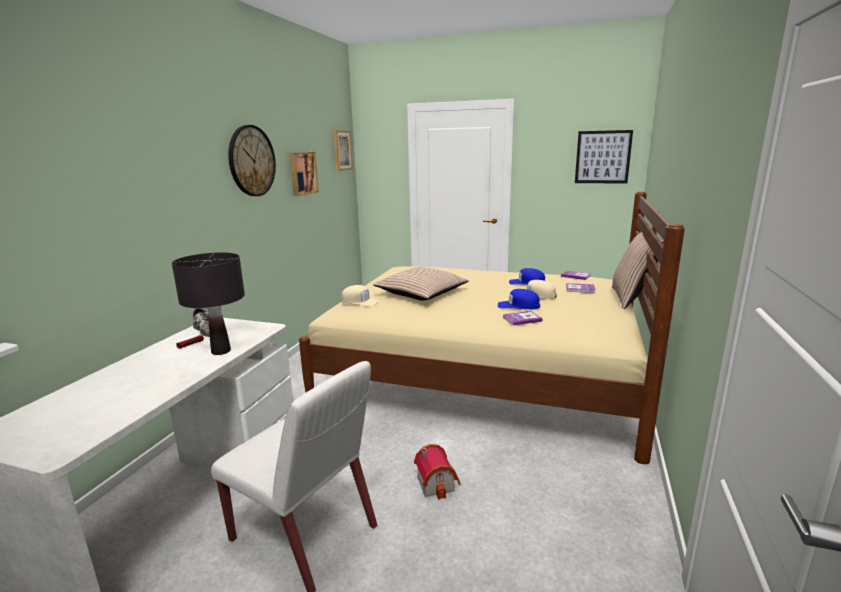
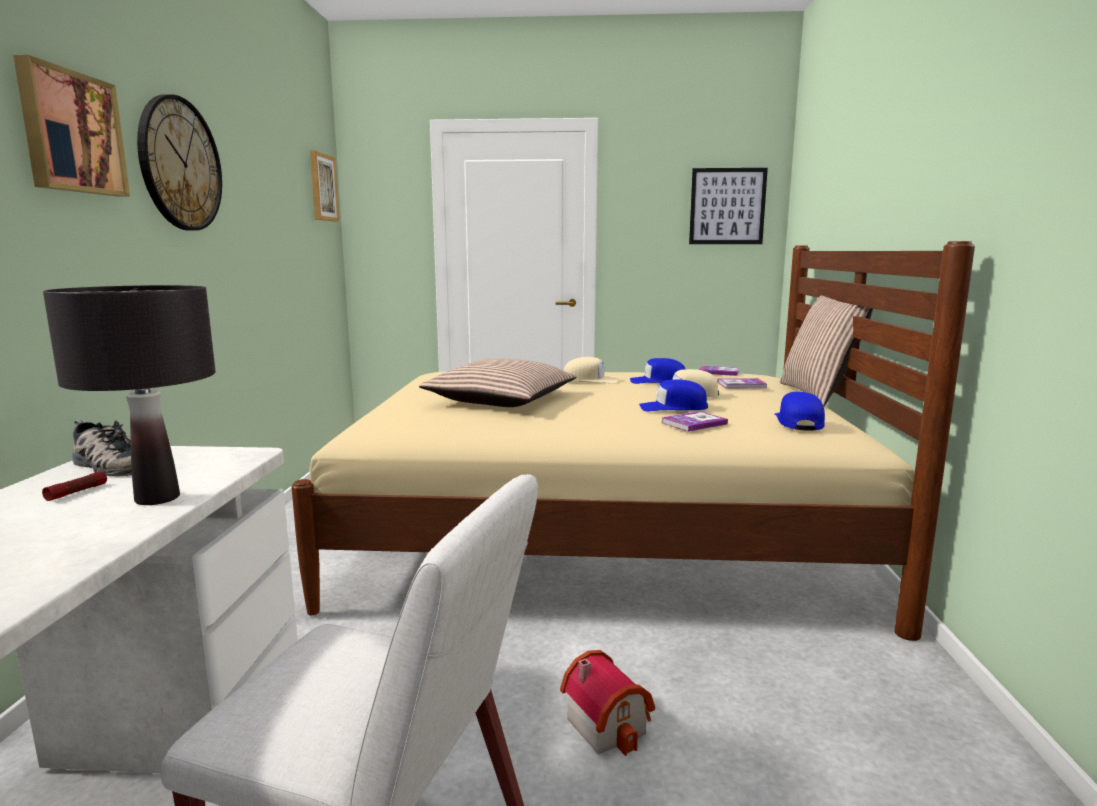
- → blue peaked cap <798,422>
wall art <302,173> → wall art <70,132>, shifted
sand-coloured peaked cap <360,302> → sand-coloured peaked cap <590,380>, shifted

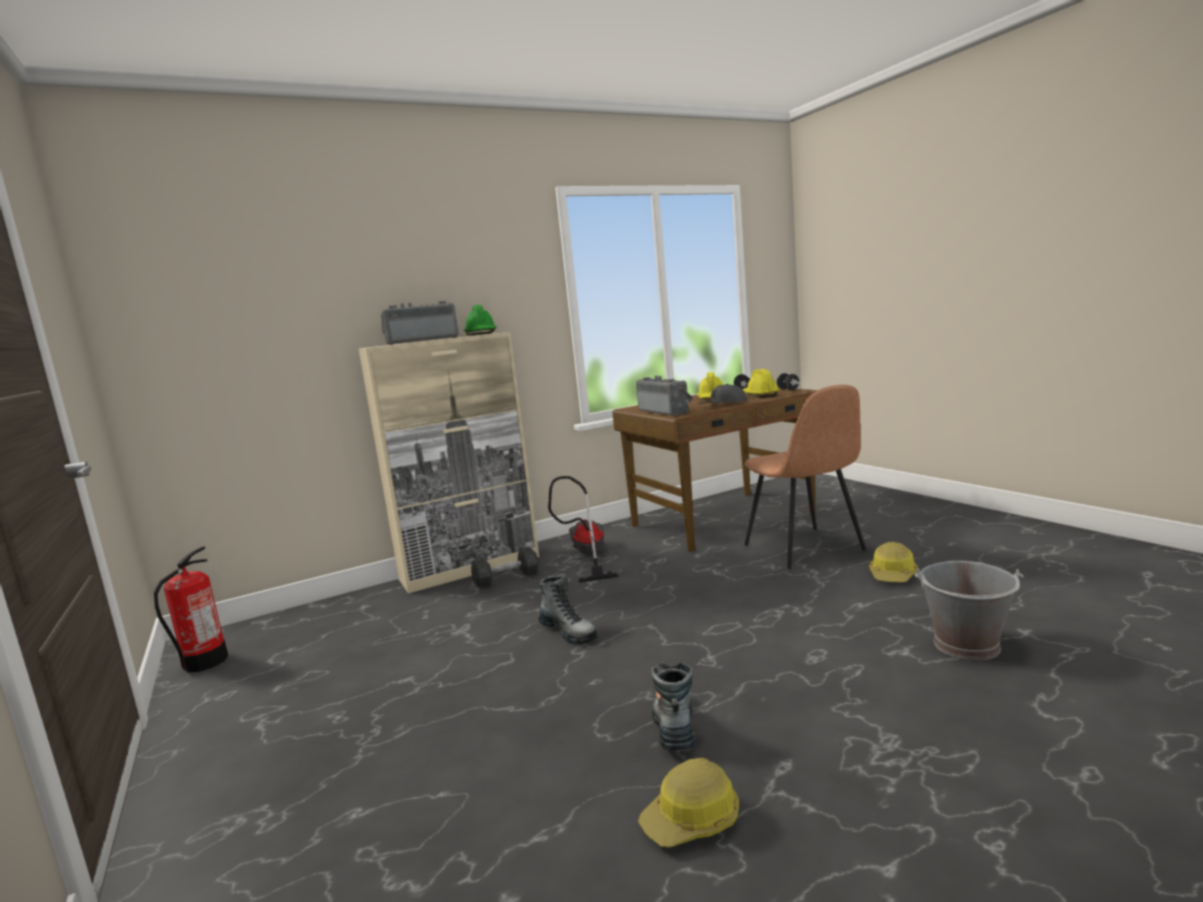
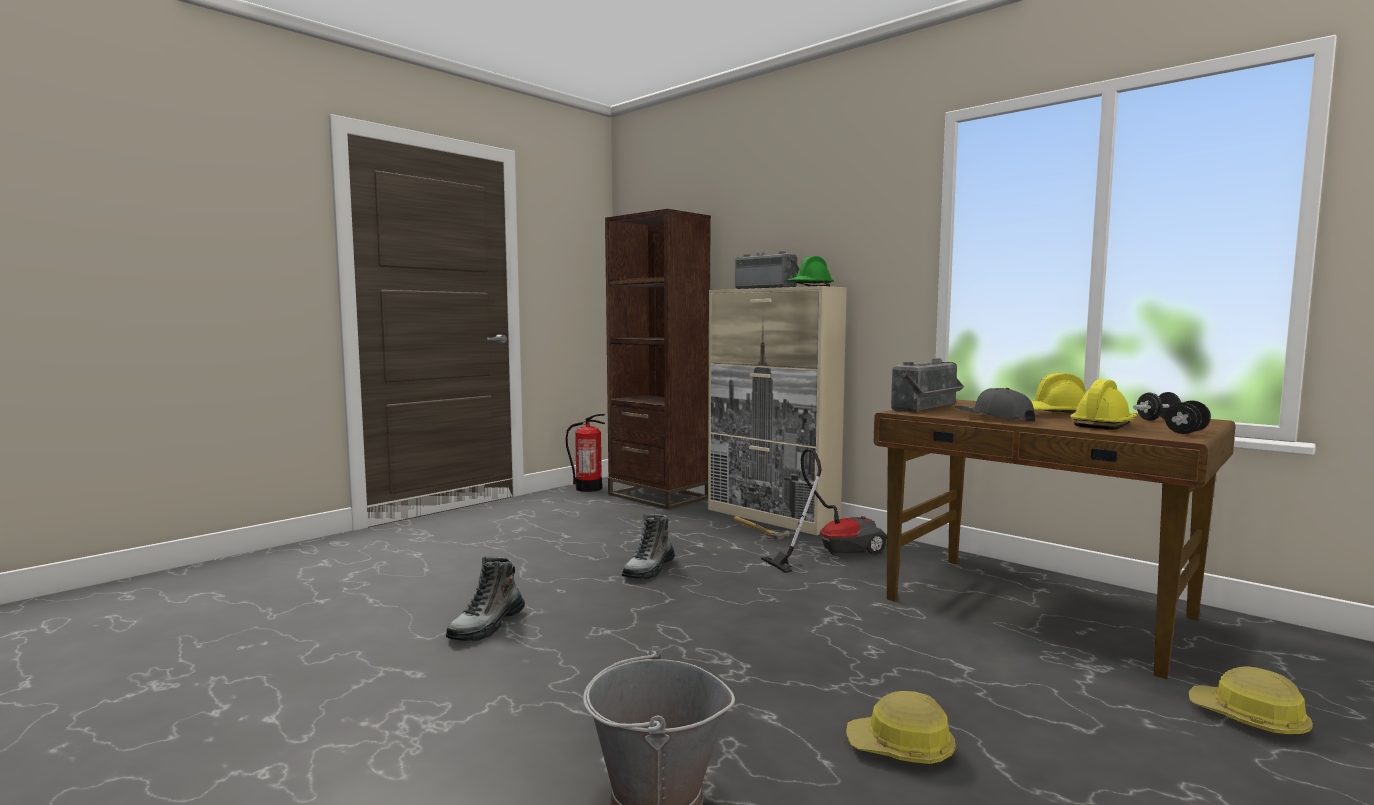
brownish chair <805,548> → -
- → brownish bookcase <658,496>
work helmet <692,820> → work helmet <1248,719>, shifted
greyish dumbbell <506,578> → hammer <755,532>
tall boot <674,725> → tall boot <487,626>, 135 degrees clockwise

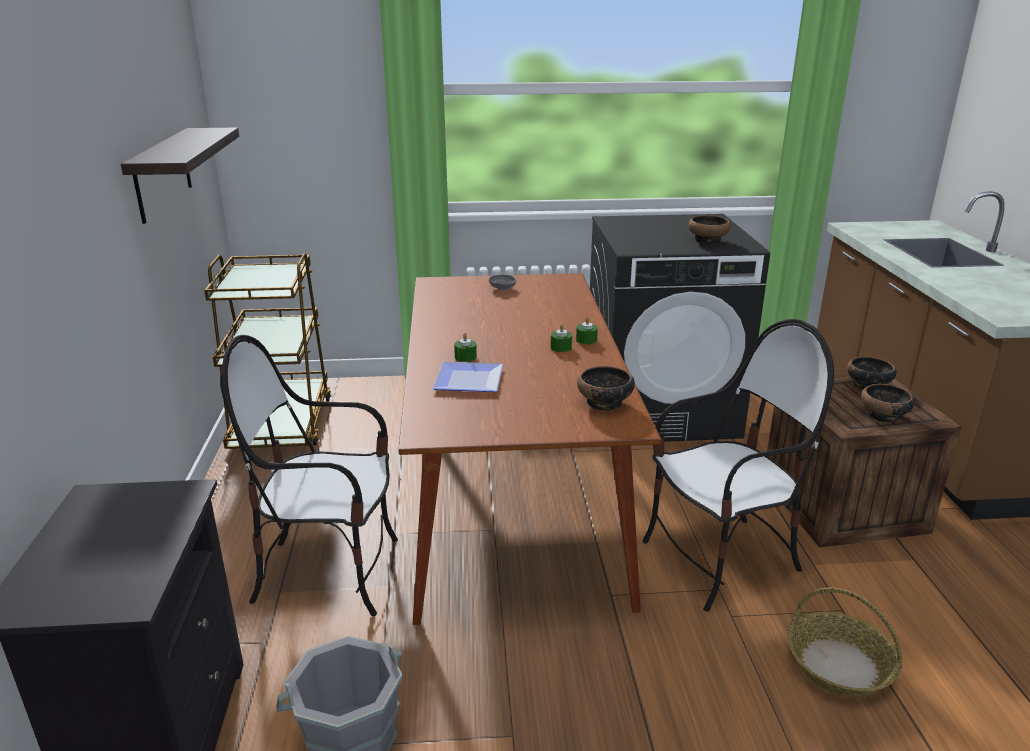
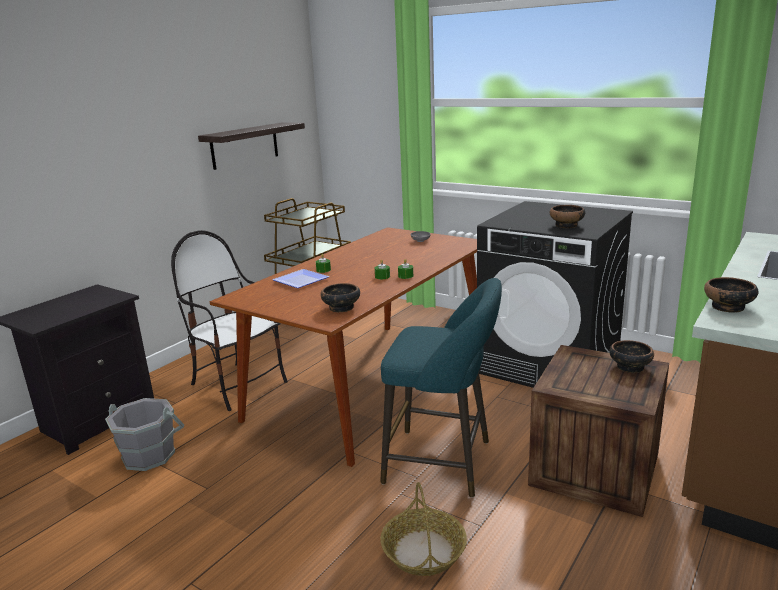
deep dish <884,415> → deep dish <728,307>, shifted
chair <721,560> → turquoise stool <444,463>

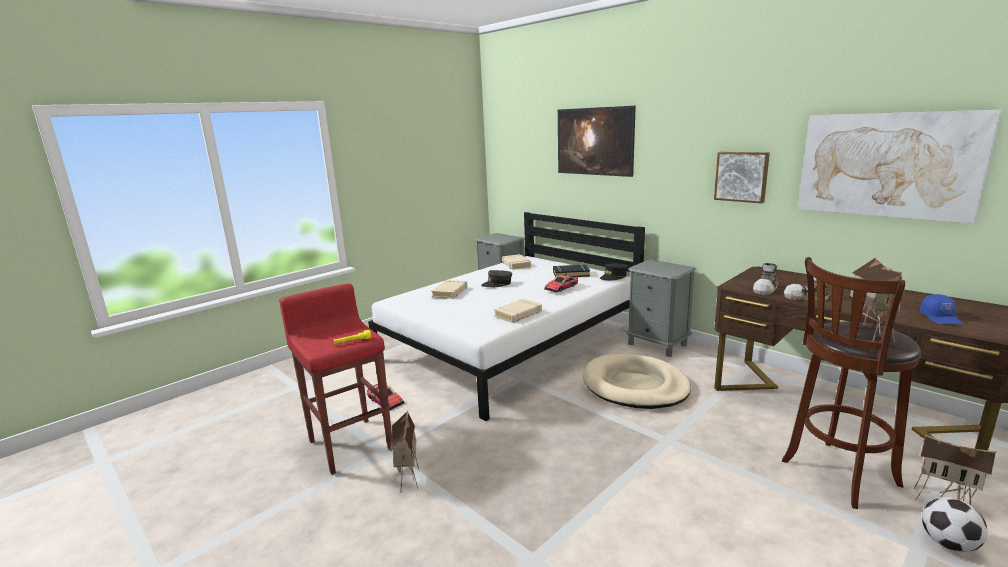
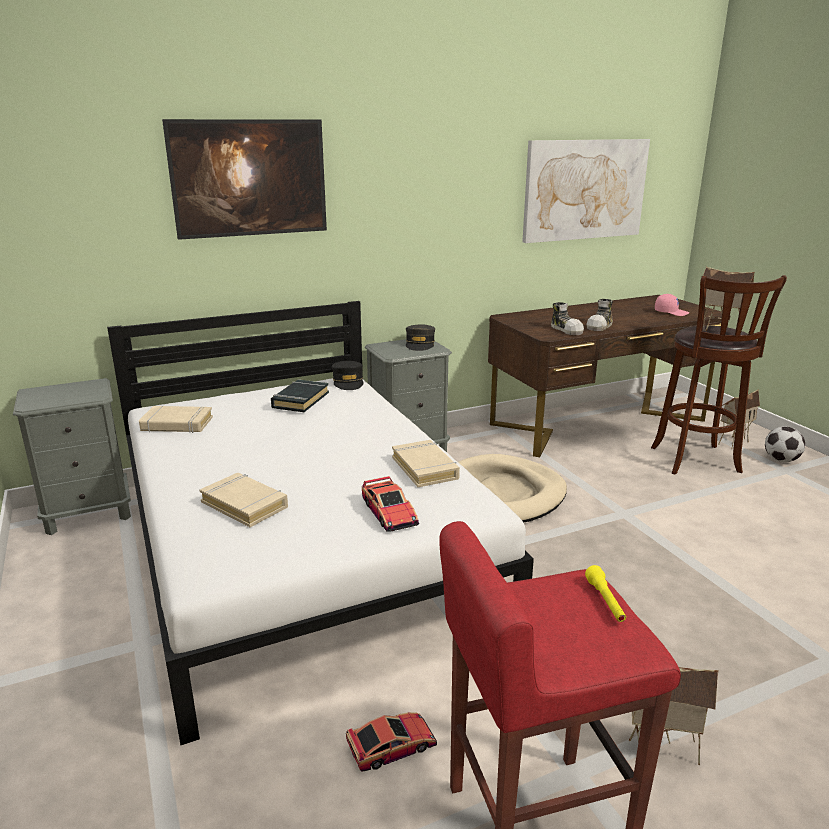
wall art <741,176> → -
greyish peaked cap <497,284> → greyish peaked cap <420,344>, shifted
model car <561,287> → model car <389,512>, shifted
blue peaked cap <941,318> → pinkish peaked cap <671,312>

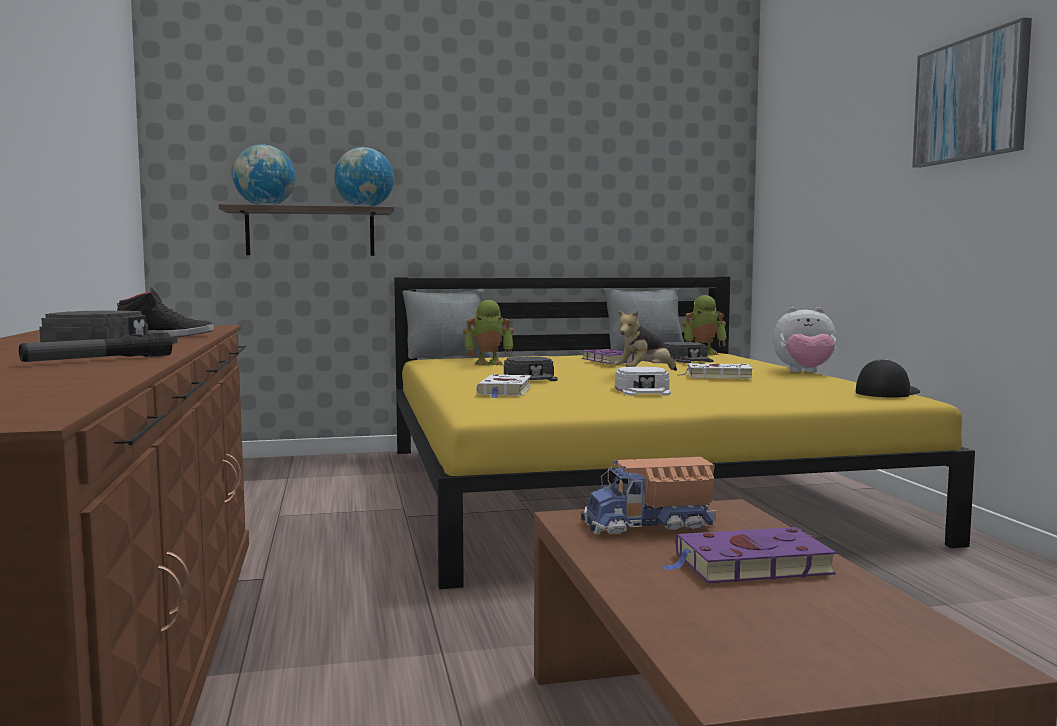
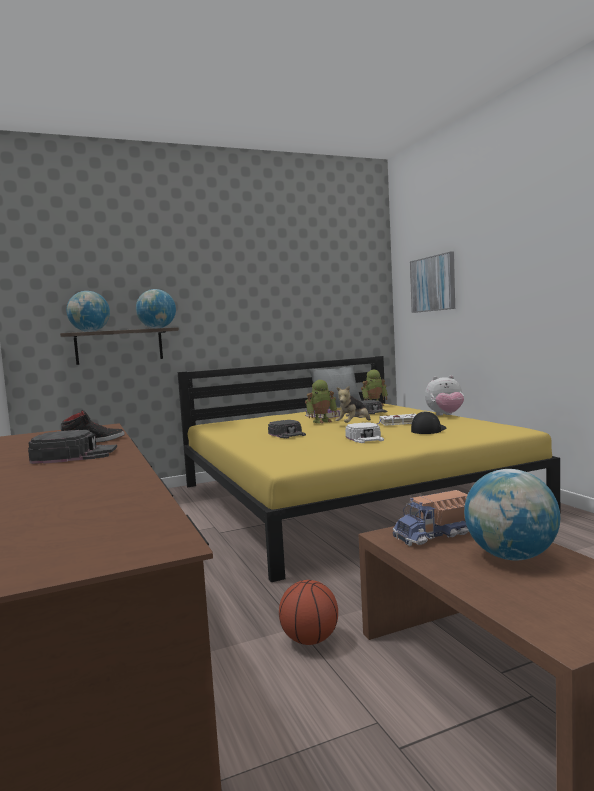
torch <99,360> → -
greyish throw pillow <448,357> → -
whitish book <505,391> → -
- → ball for basketball <310,640>
model robot <489,363> → model robot <322,421>, shifted
peaked cap <886,392> → peaked cap <428,430>, shifted
wall art <970,99> → wall art <433,283>, shifted
purplish book <748,565> → desk globe <511,556>

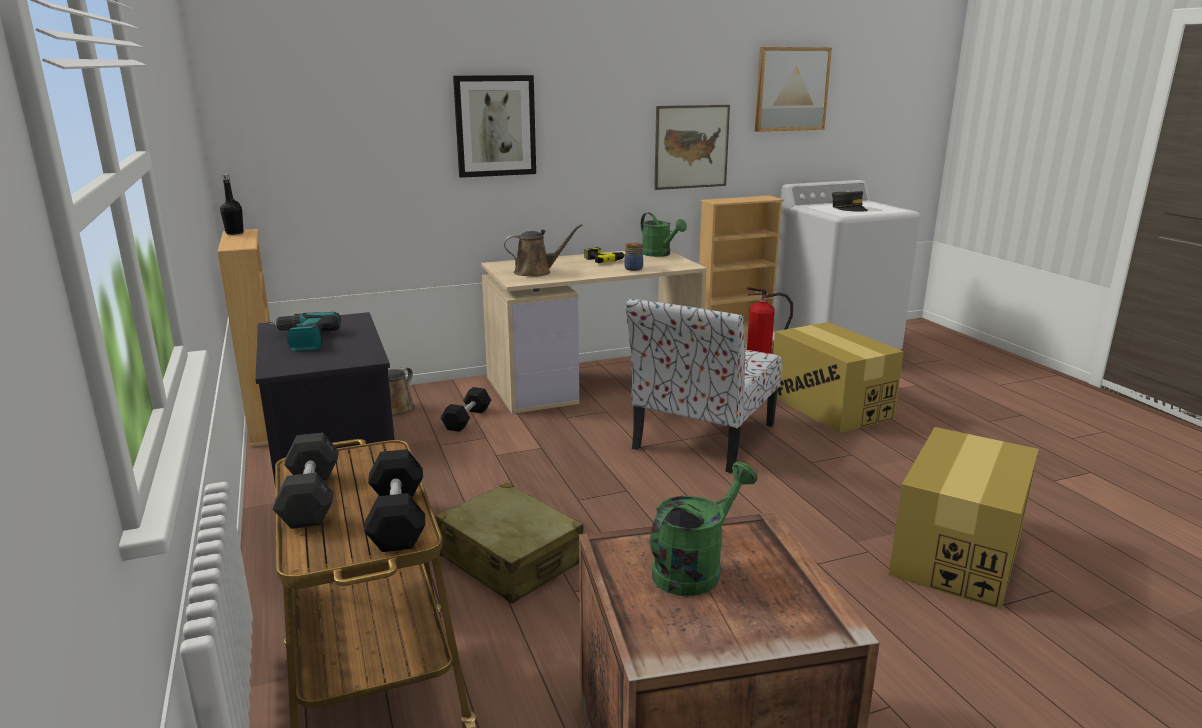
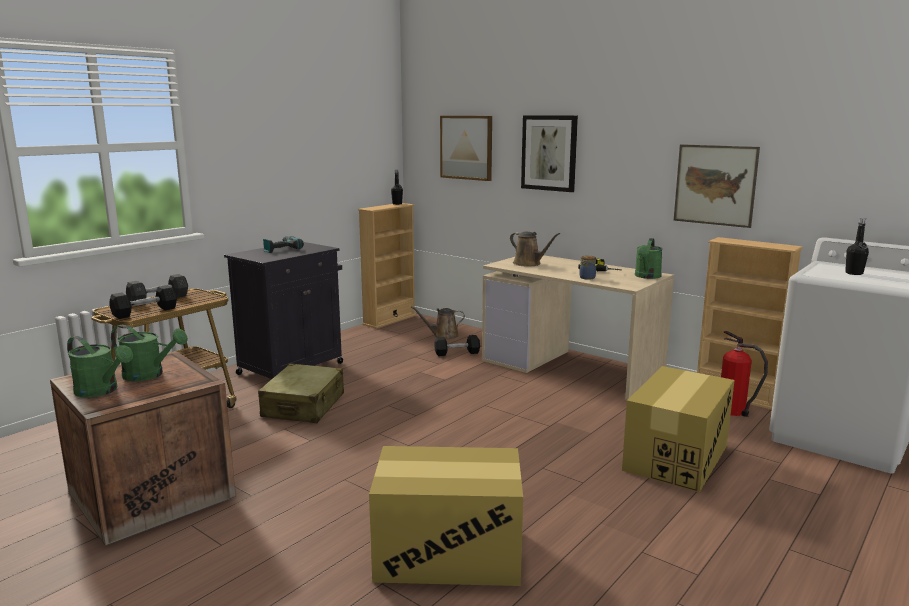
chair <702,438> → -
- → green sprinkling can <101,391>
wall art <791,89> → wall art <466,147>, shifted
greyish peaked cap <849,208> → black-coloured bottle <854,273>

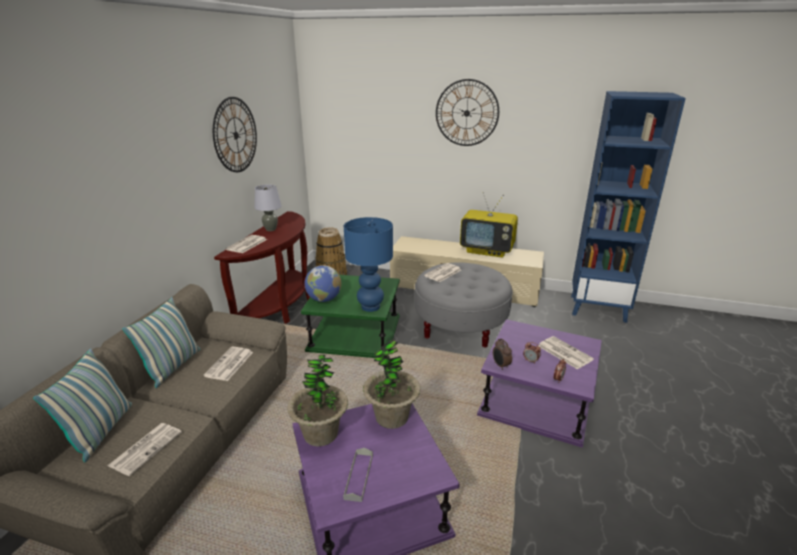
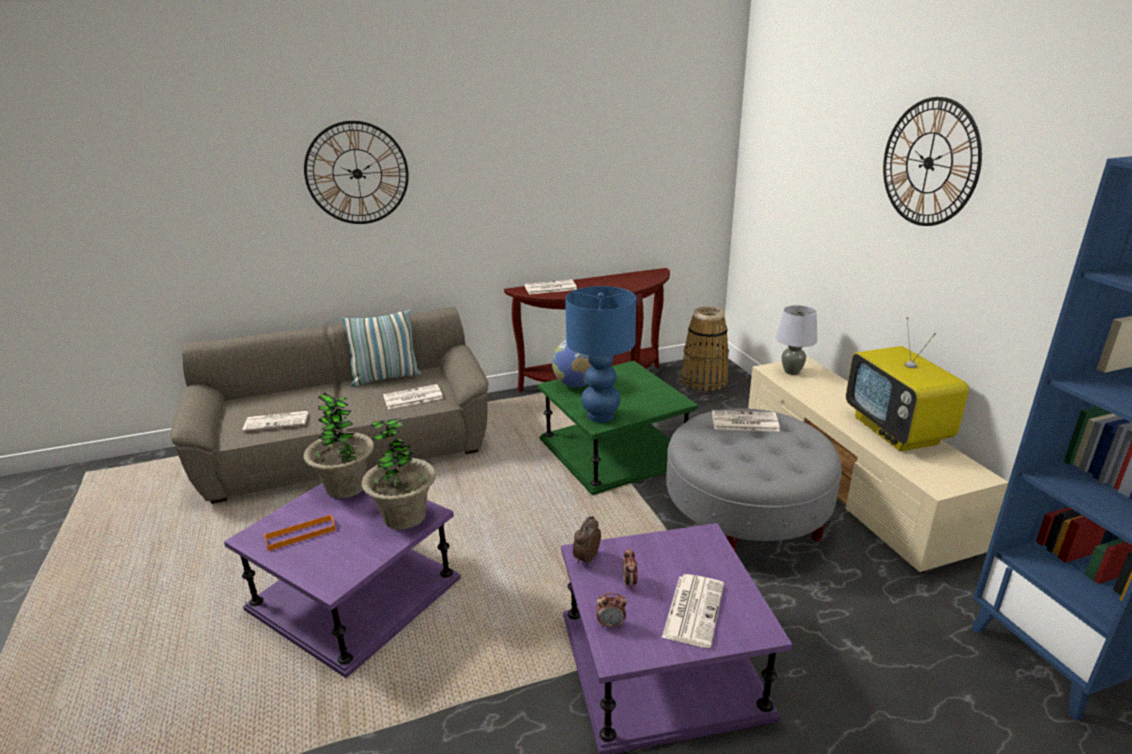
throw pillow <101,431> → -
hanging clock <235,135> → hanging clock <357,173>, shifted
greyish table lamp <271,229> → greyish table lamp <792,372>, shifted
greyish tray <358,476> → orange-coloured tray <300,534>

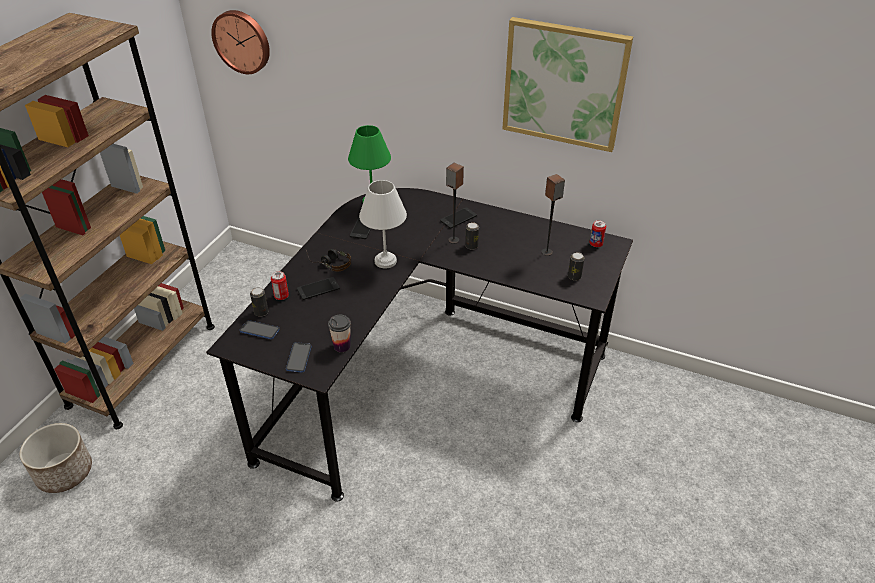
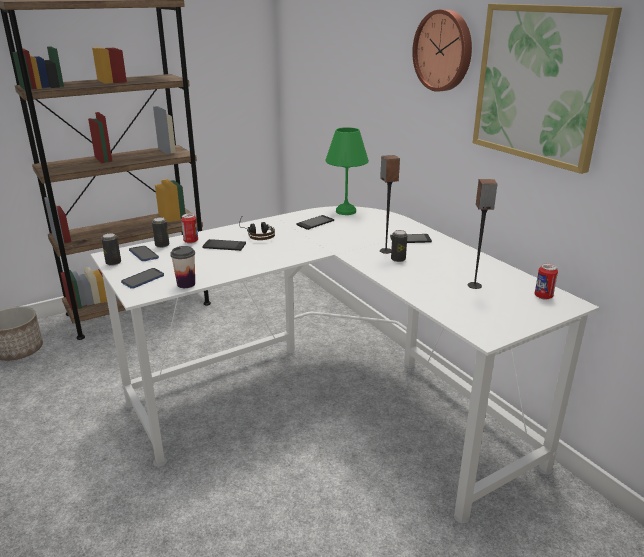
whitish table lamp <385,260> → -
hanging clock <242,41> → hanging clock <444,51>, shifted
can <574,276> → can <113,263>, shifted
black-coloured desk table <422,376> → whitish desk table <332,404>

